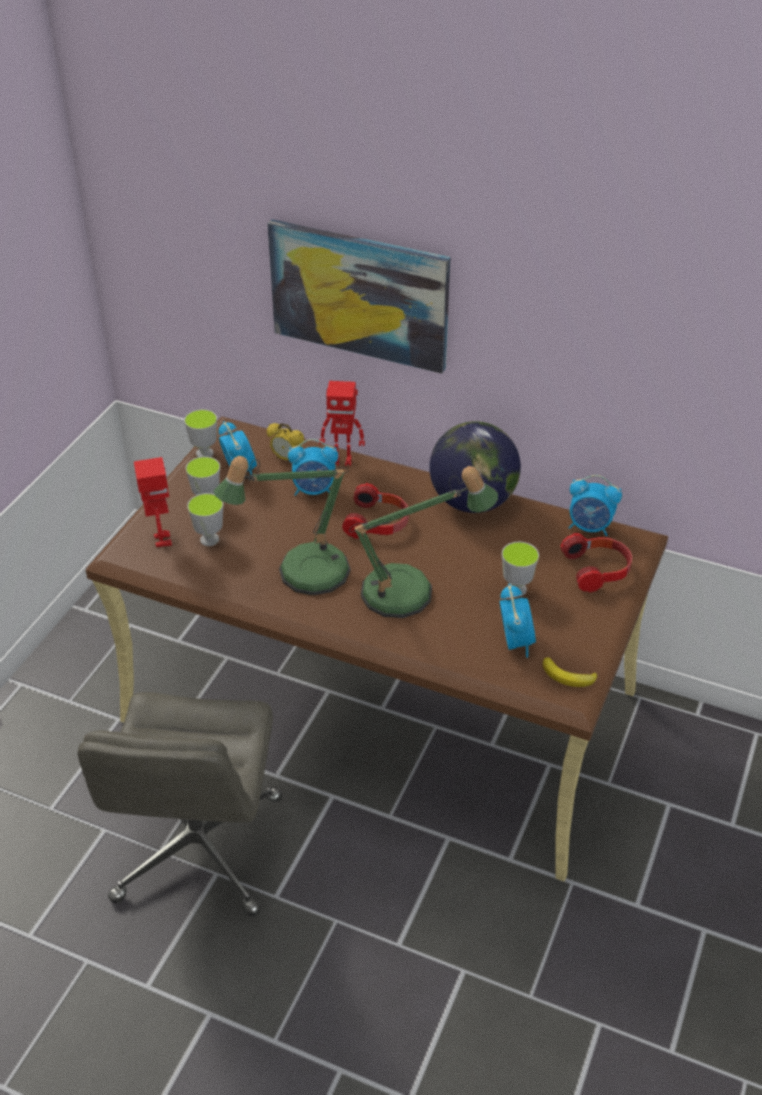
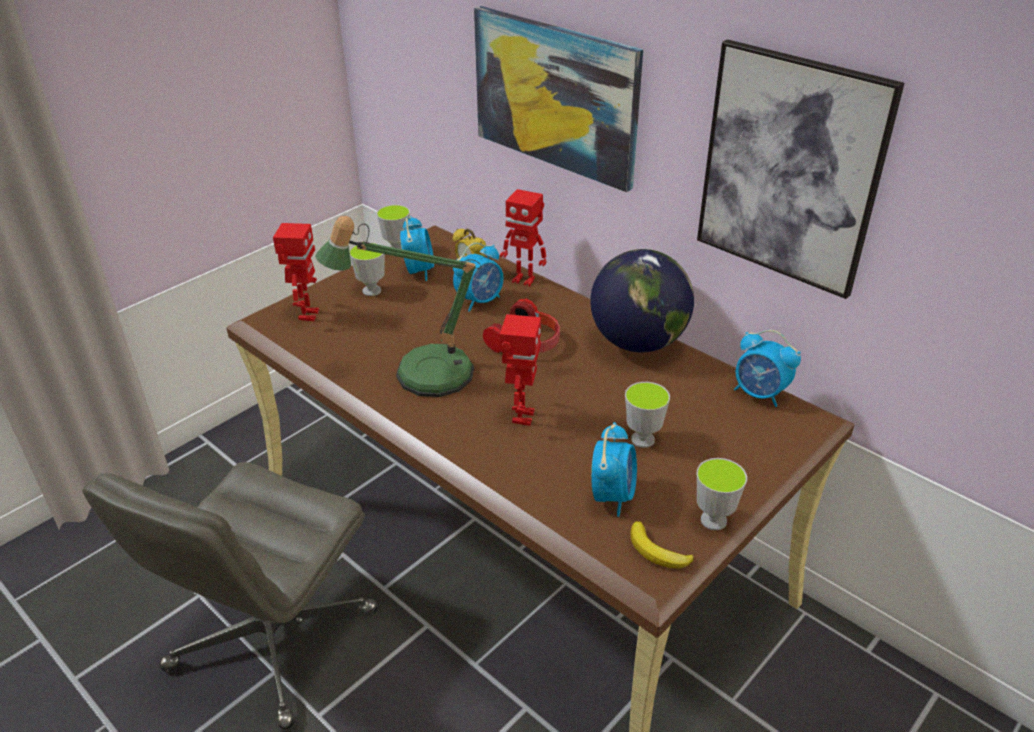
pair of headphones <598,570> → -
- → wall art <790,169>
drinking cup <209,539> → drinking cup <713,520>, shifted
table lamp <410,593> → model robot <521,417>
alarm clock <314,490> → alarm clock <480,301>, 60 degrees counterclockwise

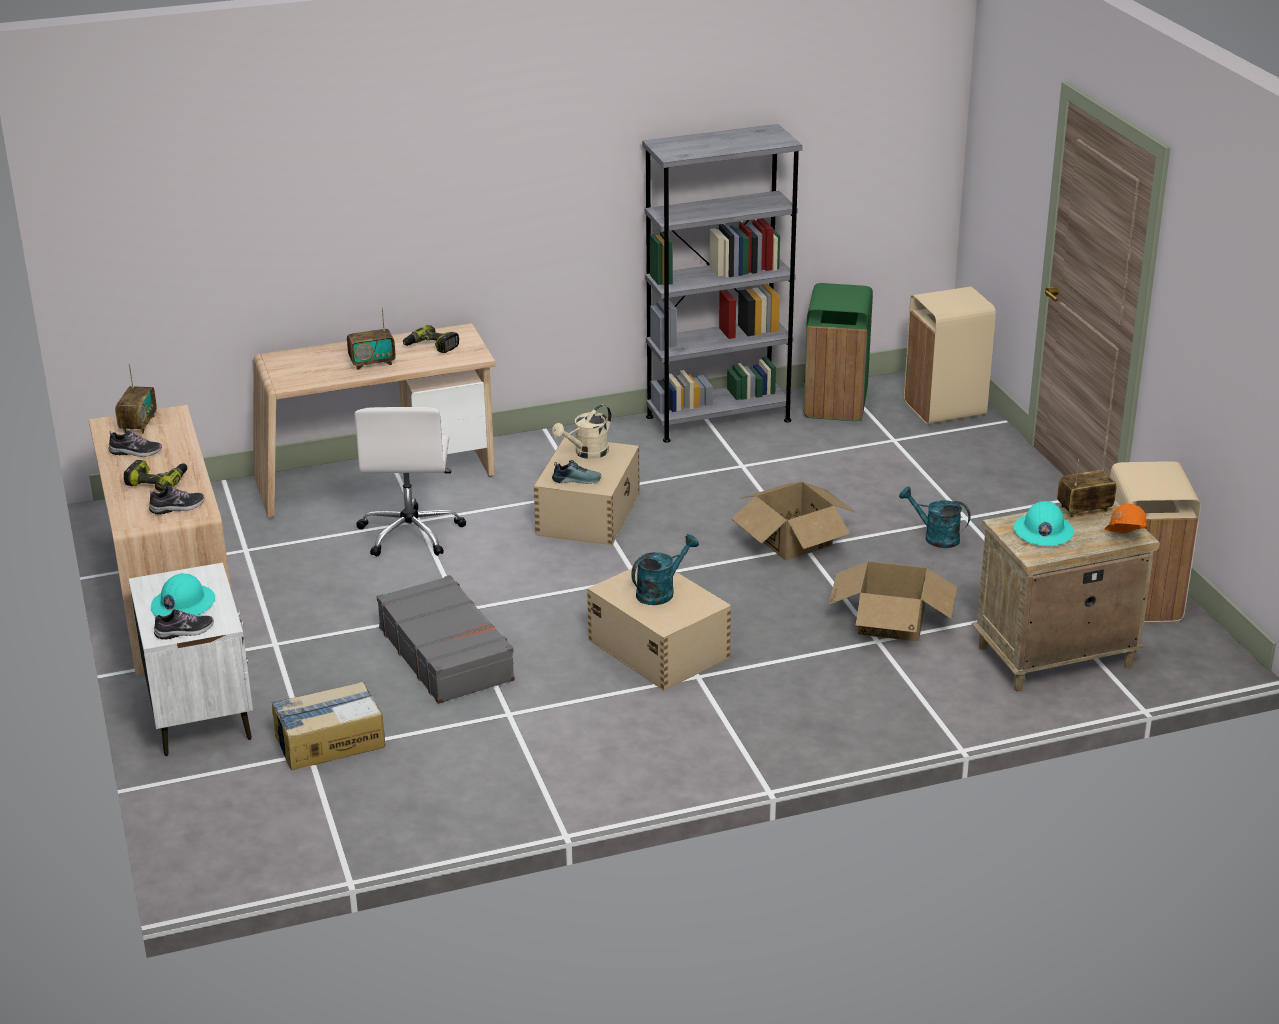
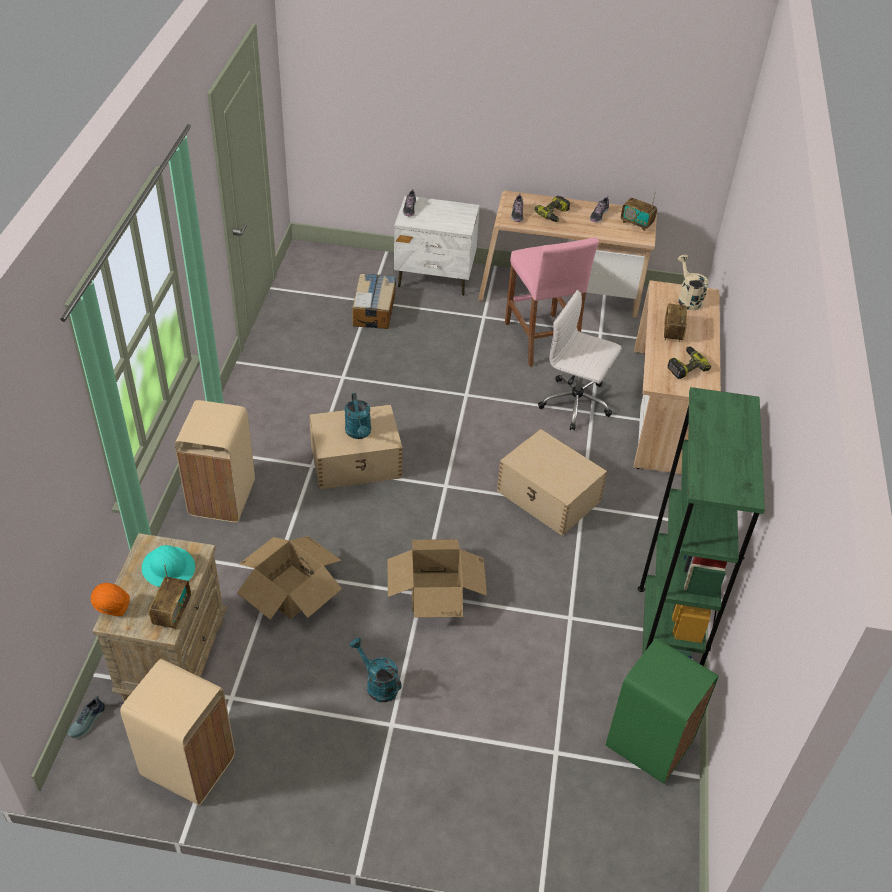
turquoise work helmet <182,604> → -
greyish piece of luggage <446,654> → -
- → pinkish stool <541,340>
sand-coloured sprinkling can <586,453> → sand-coloured sprinkling can <687,298>, shifted
shoe <576,479> → shoe <87,722>, shifted
sand-coloured rubbish bin <945,408> → sand-coloured rubbish bin <221,498>, shifted
greyish bookcase <718,418> → green bookcase <664,641>
turquoise sprinkling can <935,537> → turquoise sprinkling can <377,684>, 105 degrees counterclockwise

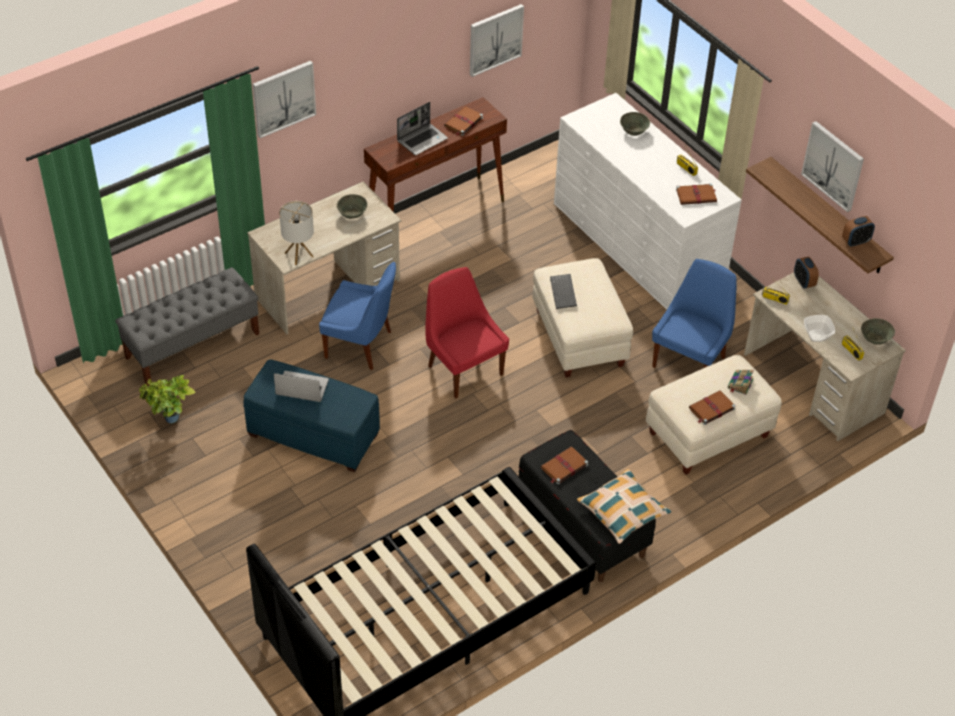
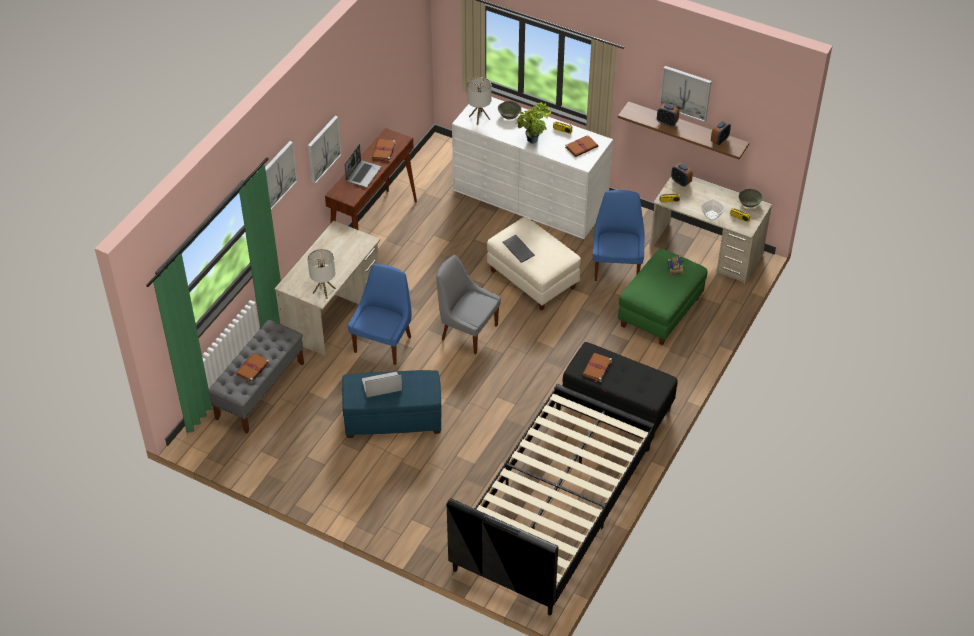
greyish deep dish <352,213> → -
throw pillow <623,511> → -
- → table lamp <479,118>
- → alarm clock <667,123>
potted plant <170,421> → potted plant <533,142>, shifted
wall art <495,39> → wall art <323,149>, shifted
brownish book <711,409> → brownish book <252,368>, shifted
red-coloured chair <463,369> → greyish chair <467,331>
sand-coloured ottoman <708,434> → green ottoman <659,312>
blue chair <361,345> → blue chair <384,343>, 60 degrees counterclockwise

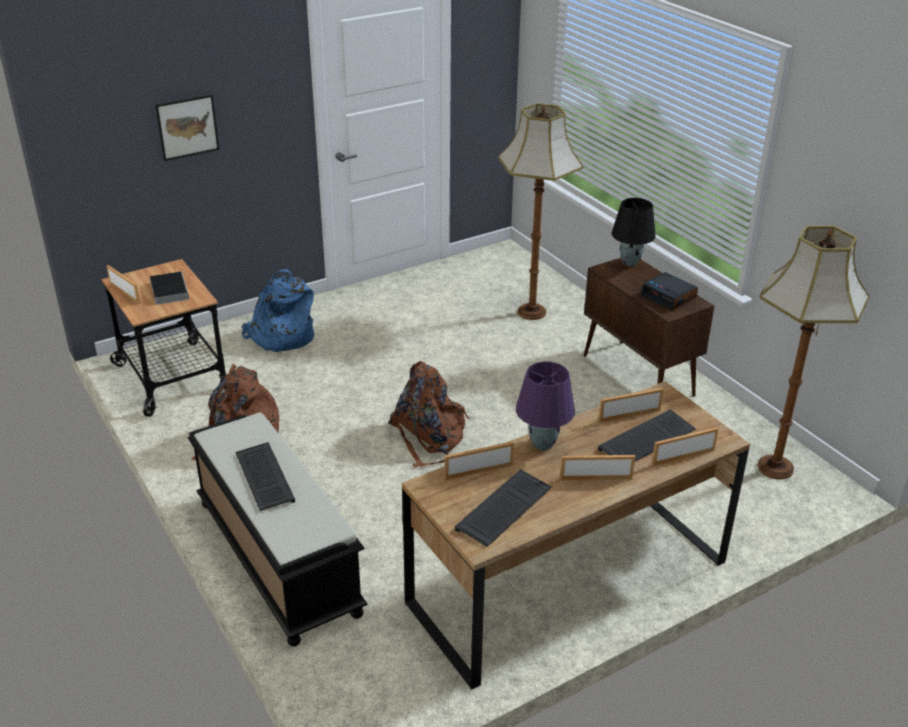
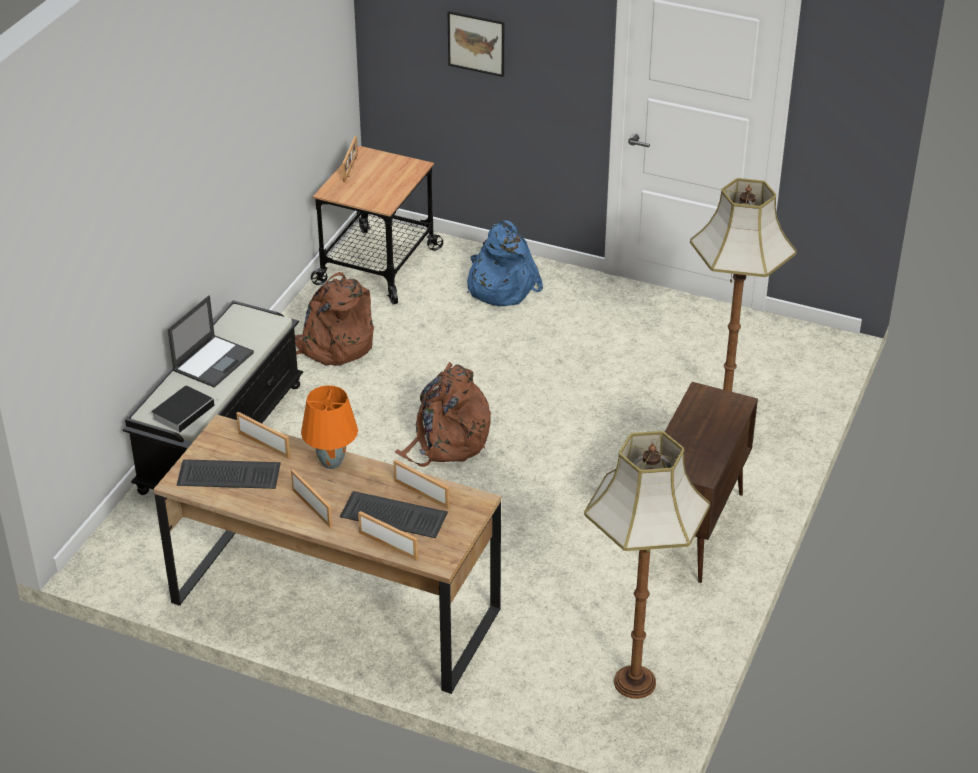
black-coloured table lamp <630,263> → -
alarm clock <669,296> → -
book <169,290> → book <184,411>, shifted
keyboard <263,477> → portable computer <213,361>
purplish table lamp <542,444> → orange-coloured table lamp <332,462>

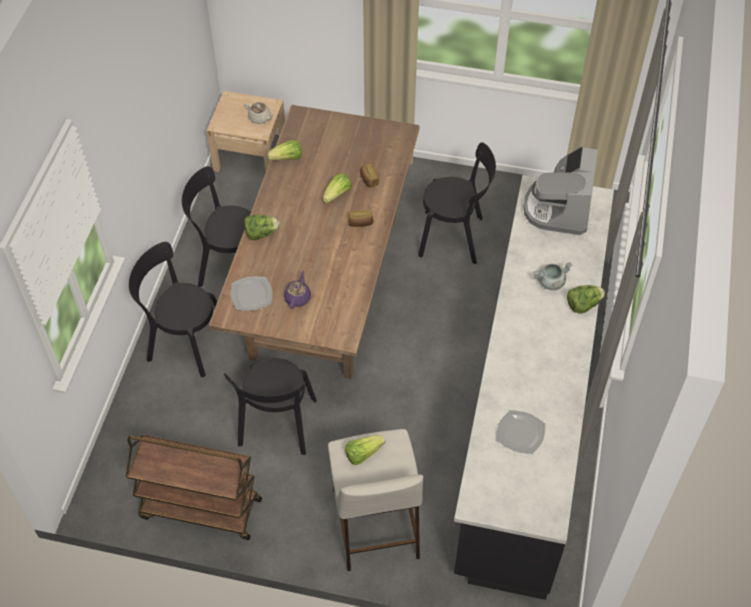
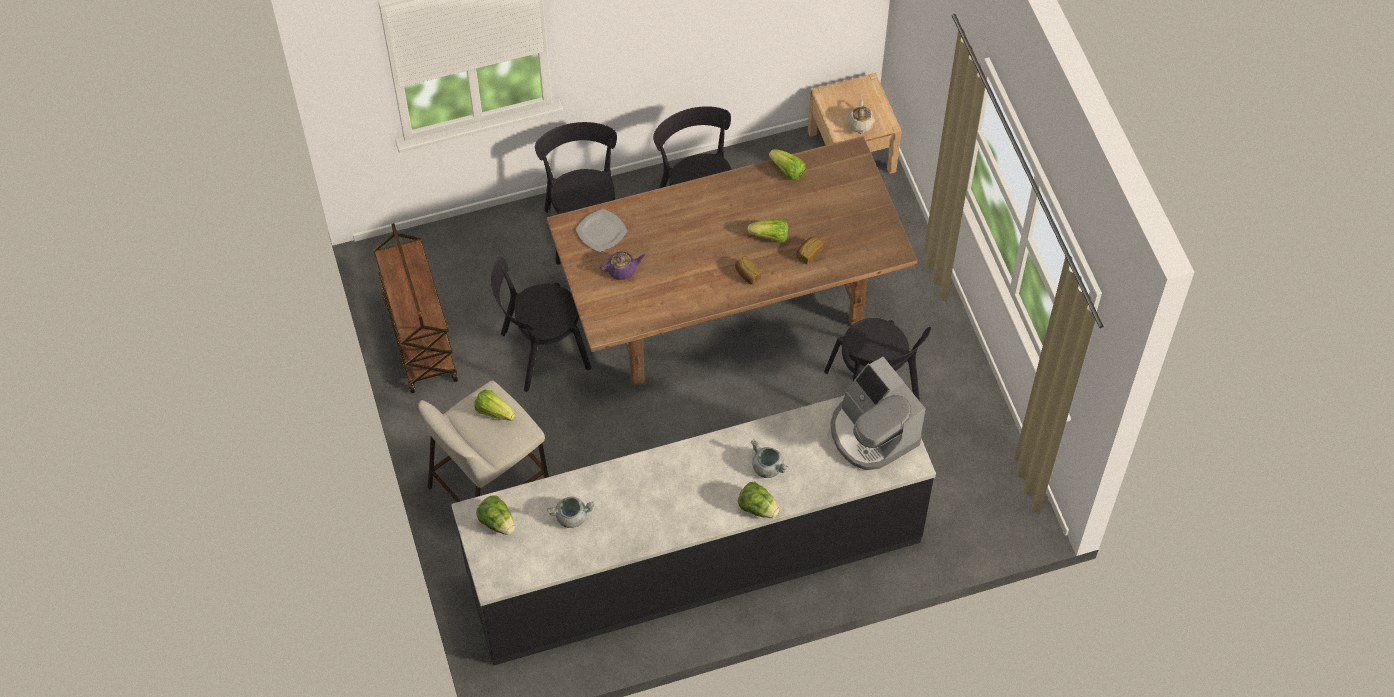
head of lettuce <261,233> → head of lettuce <497,522>, shifted
dinner plate <520,432> → greyish cooking pot <571,516>
coffee brewer <558,208> → coffee brewer <872,433>, 105 degrees counterclockwise

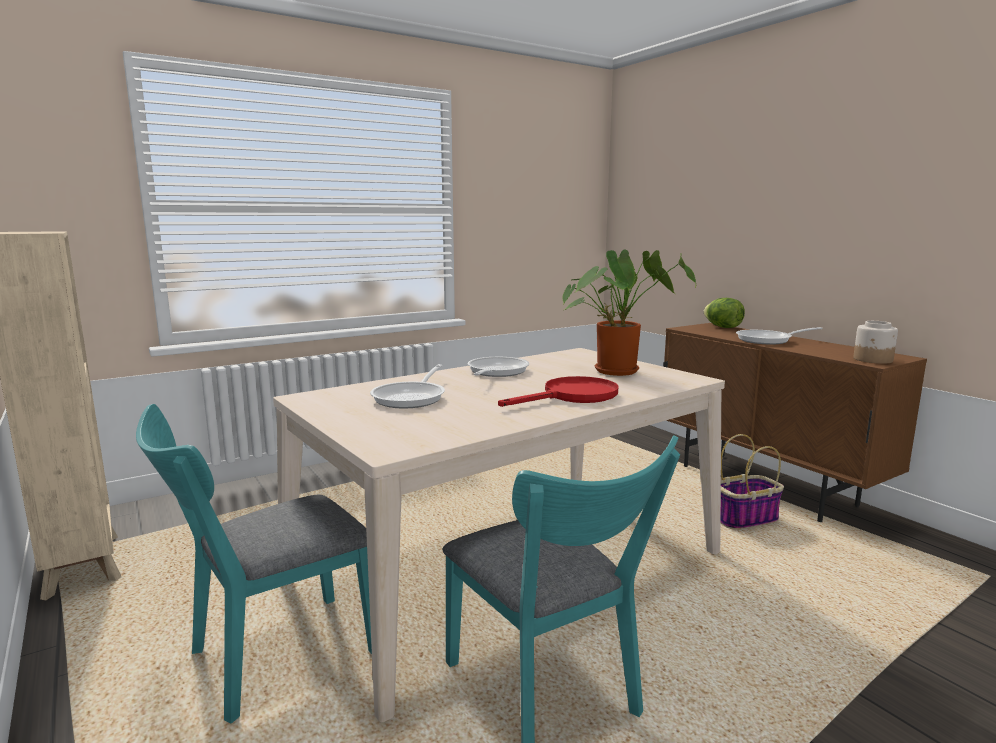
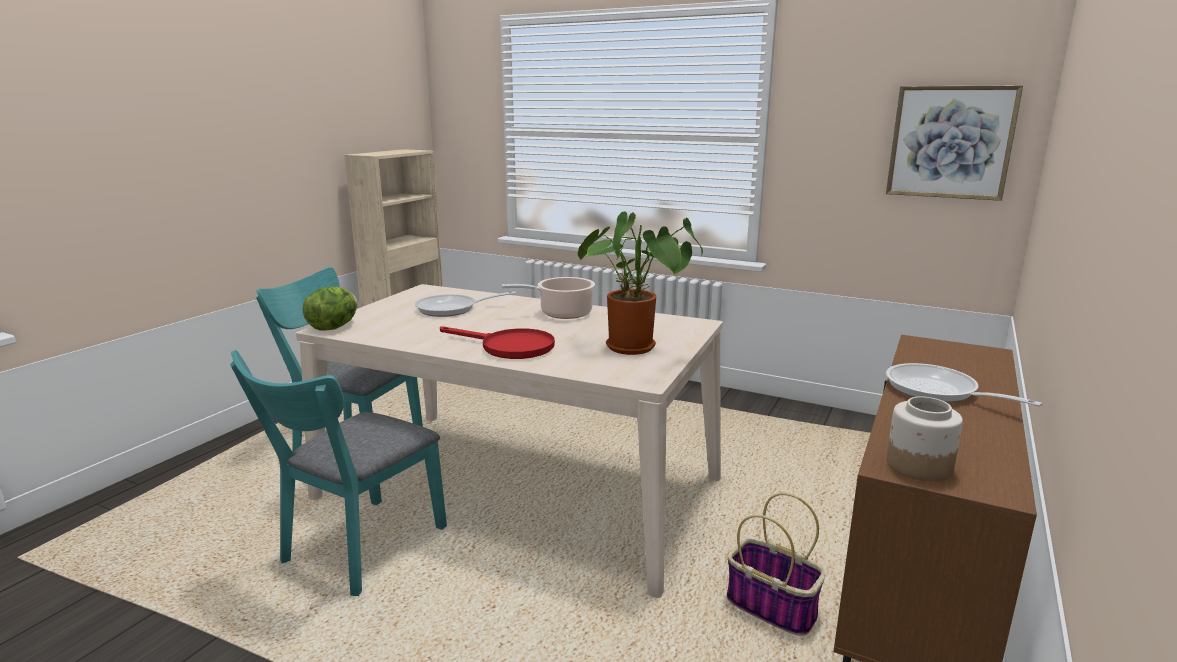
- → wall art <950,142>
head of lettuce <722,327> → head of lettuce <334,327>, shifted
frying pan <495,372> → cooking pot <562,313>

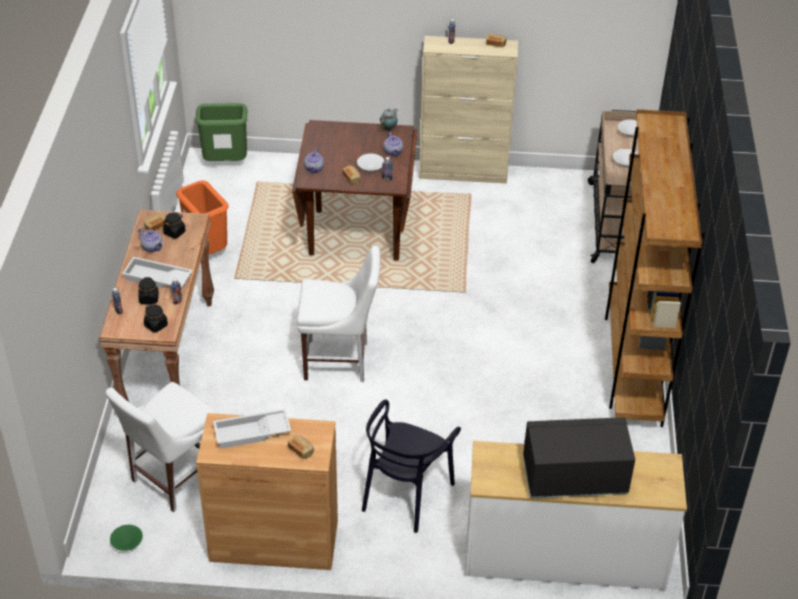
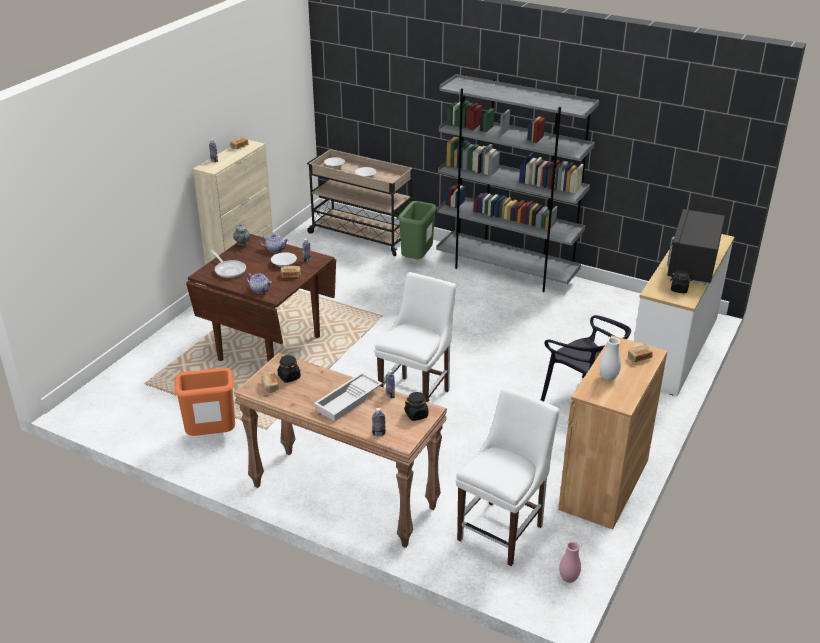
tea pot <152,247> → -
- → frying pan <229,270>
black-coloured storage jar <149,299> → black-coloured storage jar <679,289>, shifted
green rubbish bin <226,163> → green rubbish bin <416,260>, shifted
green deep dish <127,542> → pinkish vase <568,578>
whitish tray <251,433> → whitish vase <608,378>
brownish bookcase <633,364> → greyish bookcase <507,271>
whitish chair <172,479> → whitish chair <503,530>, 120 degrees counterclockwise

